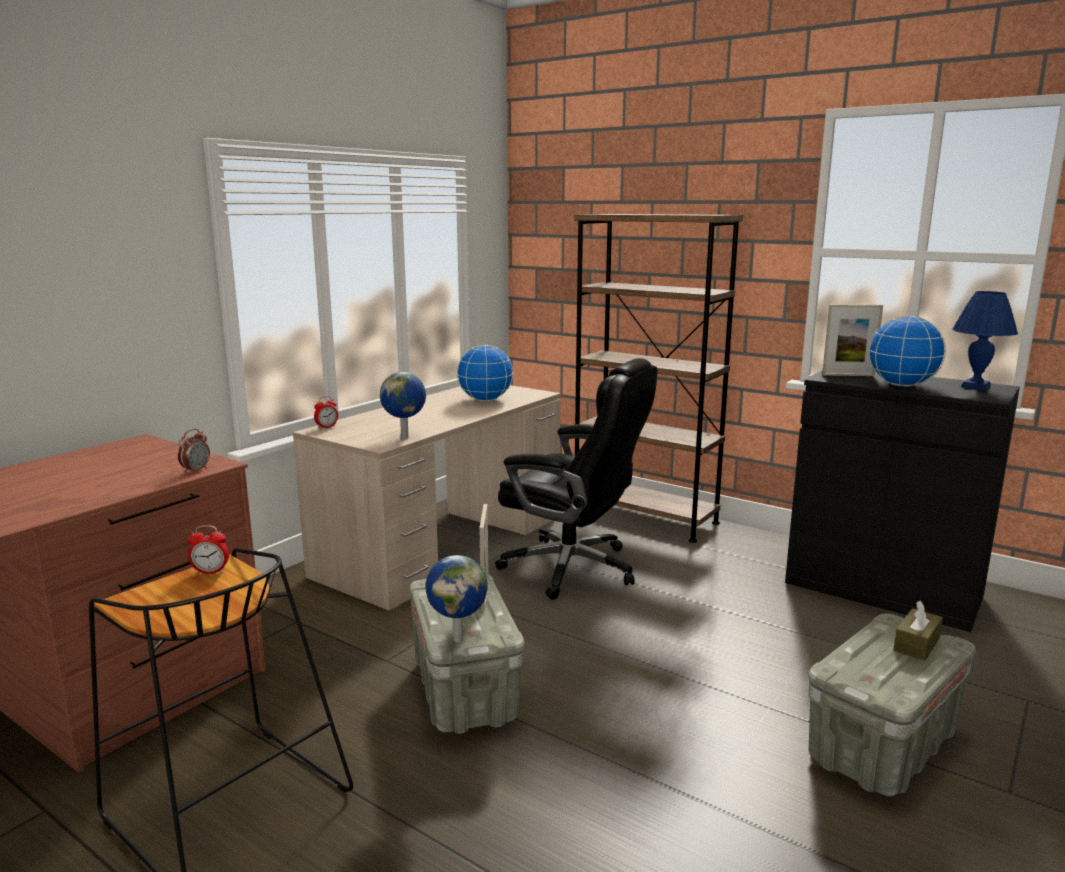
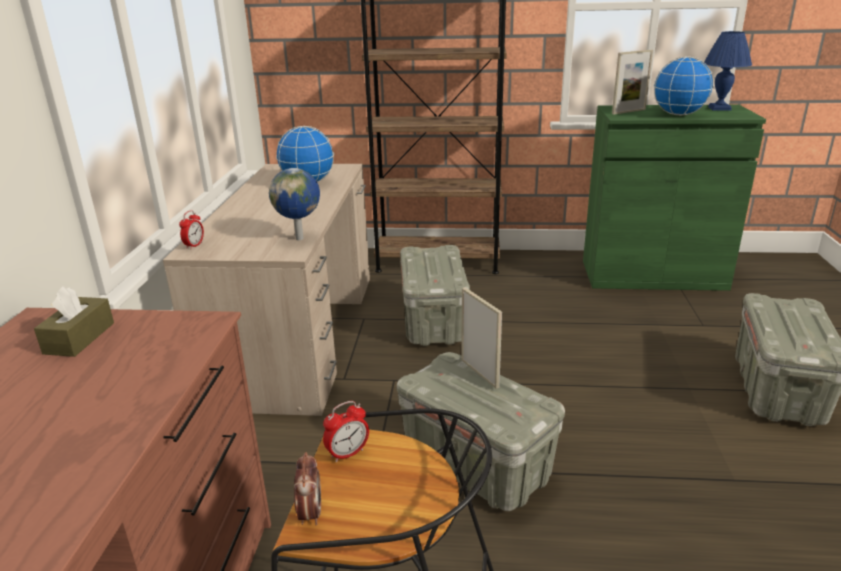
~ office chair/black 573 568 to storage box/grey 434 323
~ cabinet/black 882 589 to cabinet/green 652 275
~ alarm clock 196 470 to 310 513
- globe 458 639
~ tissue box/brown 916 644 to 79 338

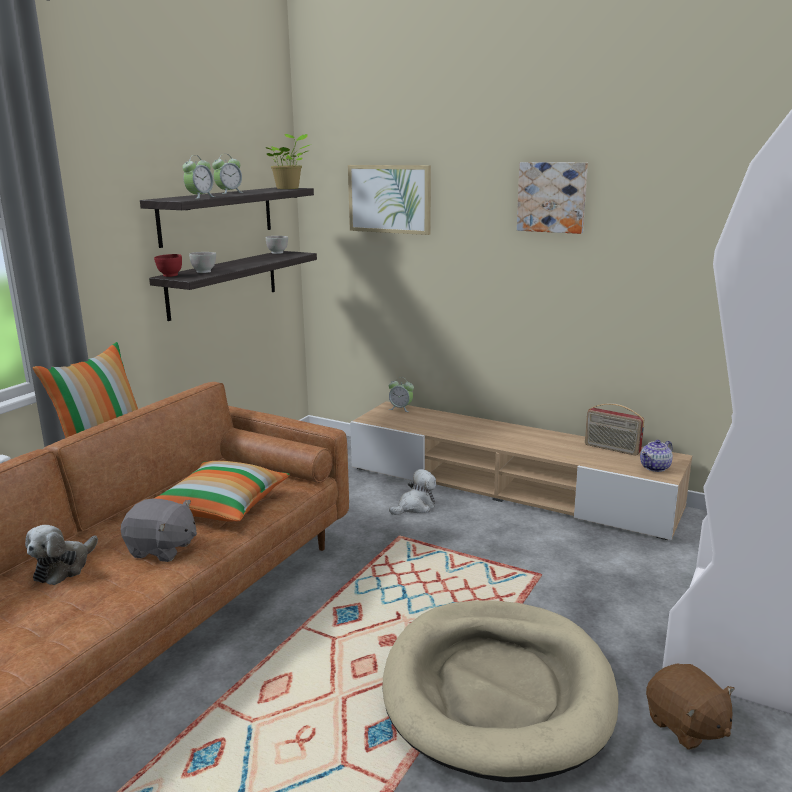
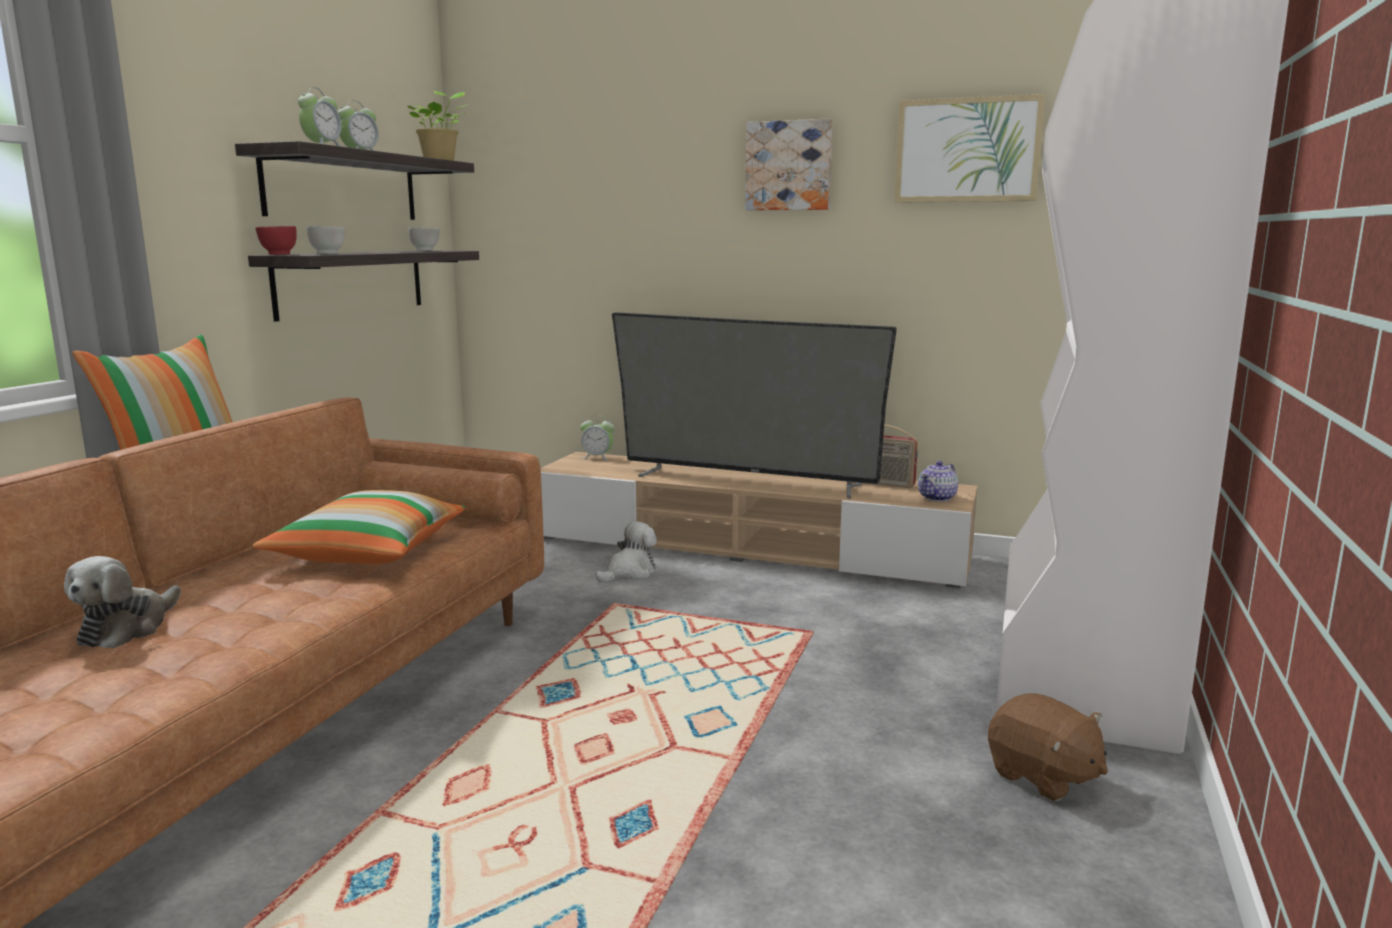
~ picture 390 199 to 967 150
- plush toy/grey 162 549
- dog bed/beige 497 690
+ television 747 480

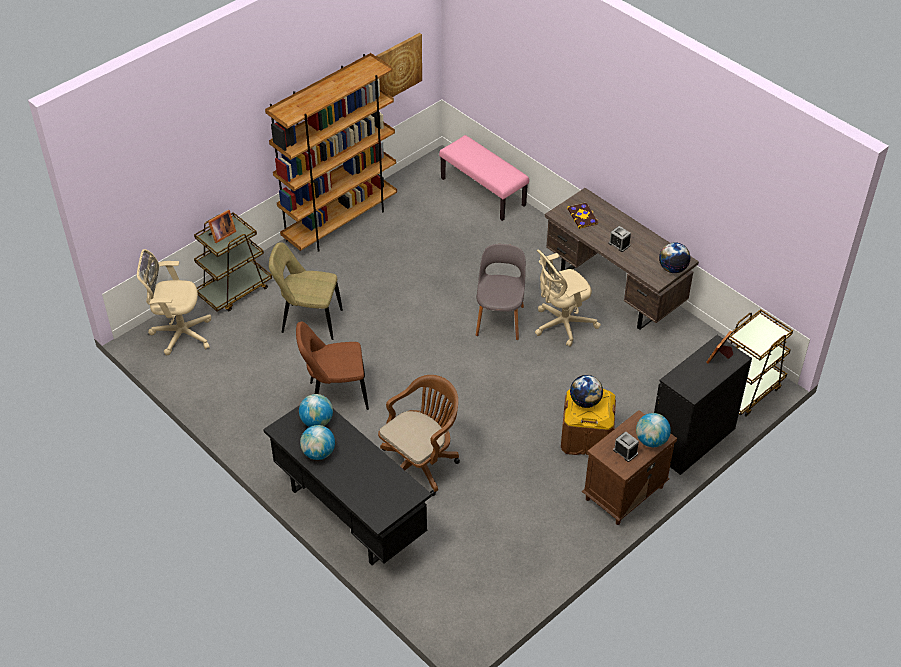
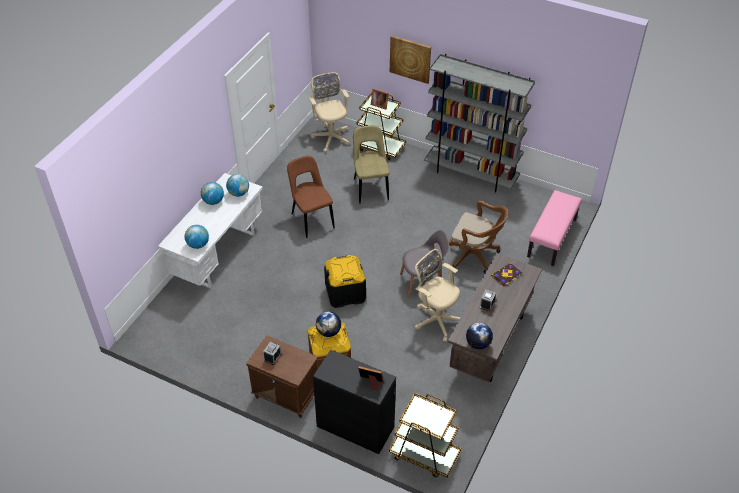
~ picture 398 67 to 410 59
~ bookcase/brown 340 222 to bookcase/grey 471 174
~ office chair/brown 421 463 to 474 256
~ desk/black 349 513 to desk/white 218 254
~ globe 651 441 to 198 245
+ storage box/black 345 293

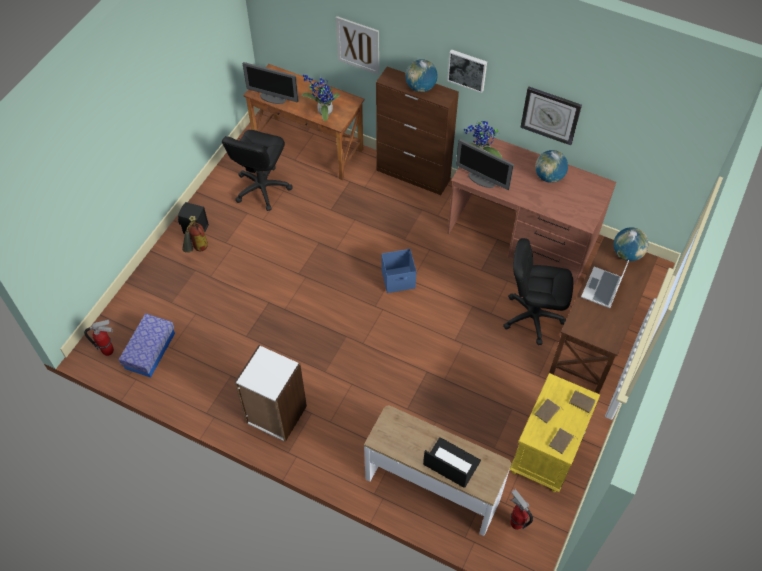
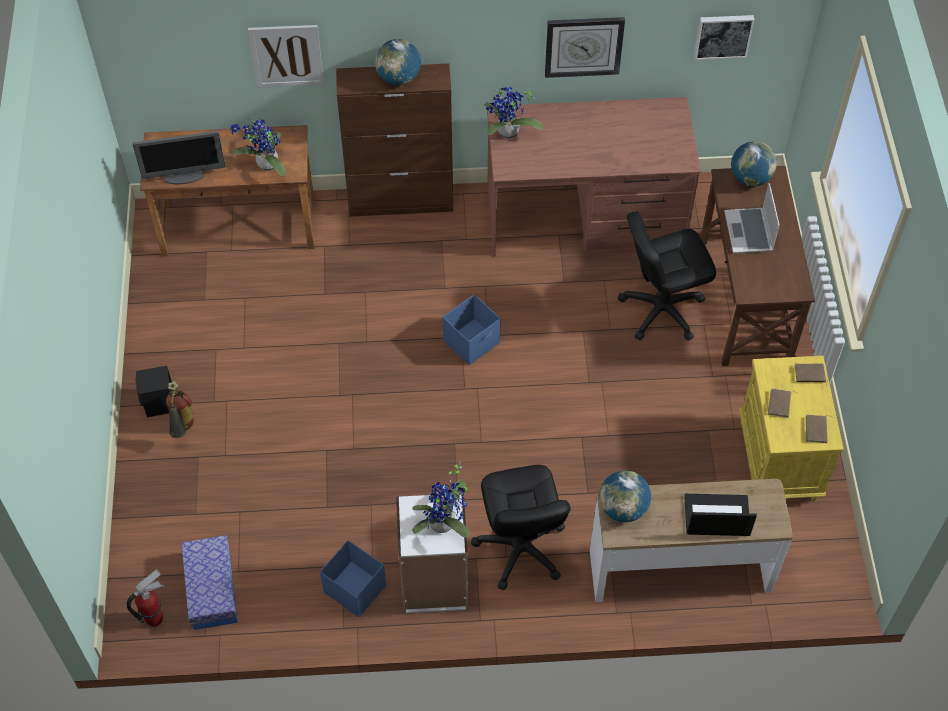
~ picture 467 69 to 723 35
~ office chair/black 262 188 to 520 548
- monitor 482 180
~ globe 549 177 to 623 508
- fire extinguisher 516 523
+ potted plant 445 524
+ storage box/blue 354 588

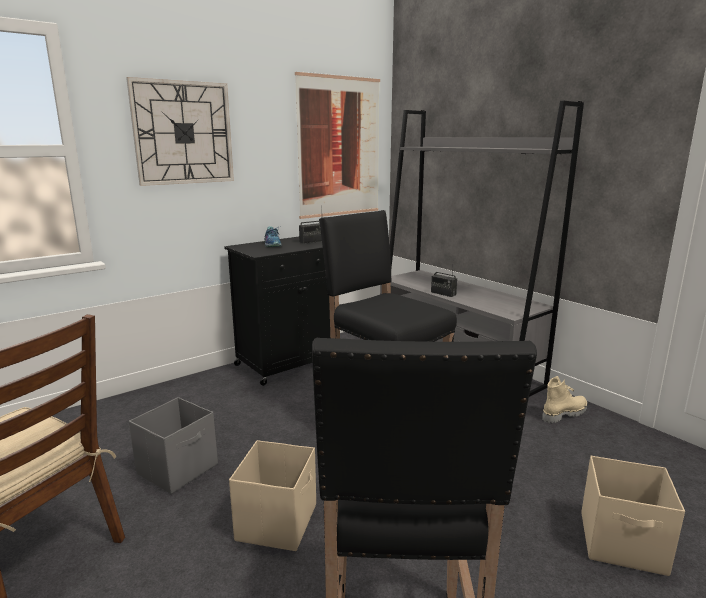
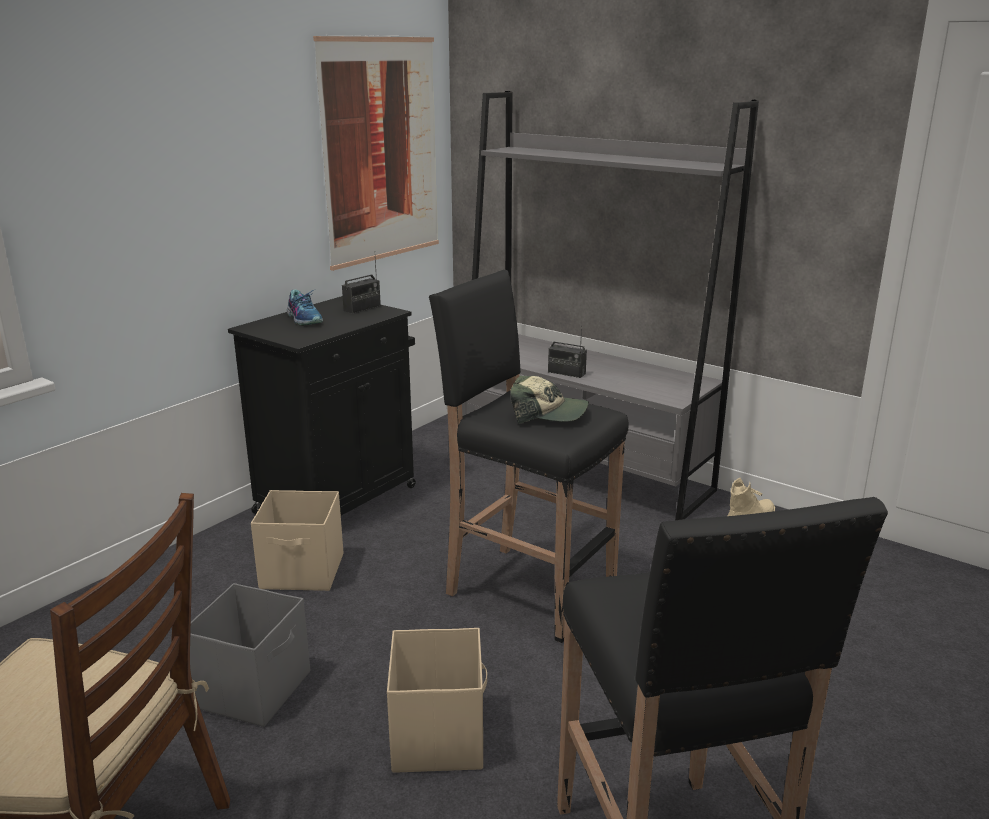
- wall clock 183 133
~ storage box/beige 623 544 to 303 572
+ cap 548 413

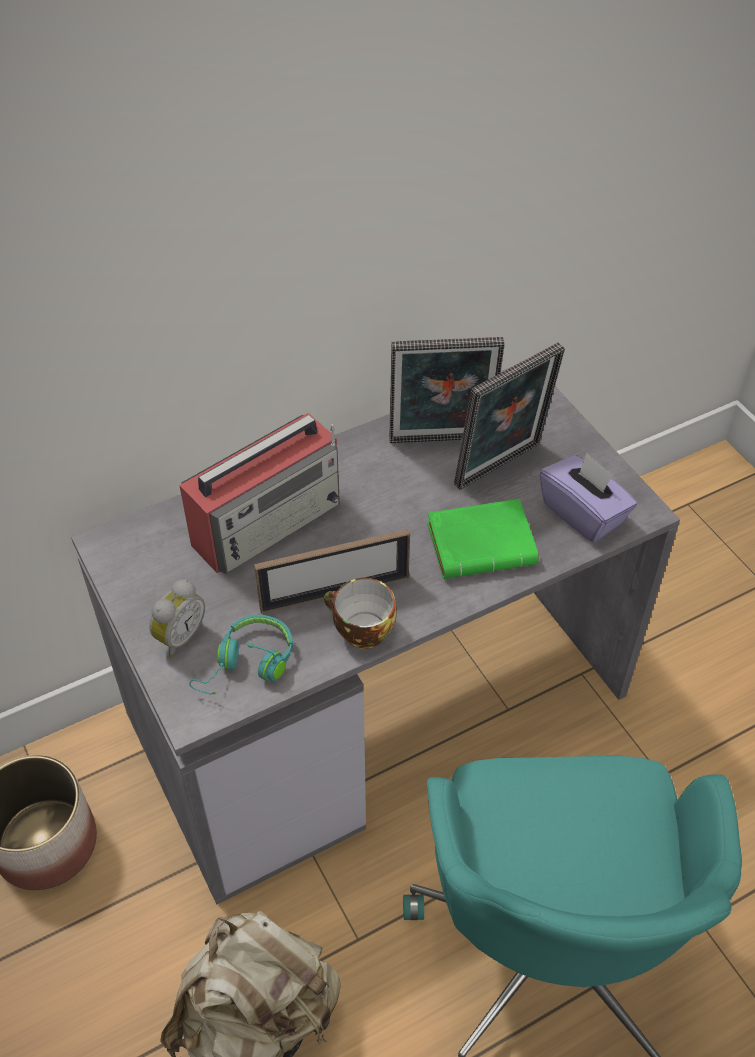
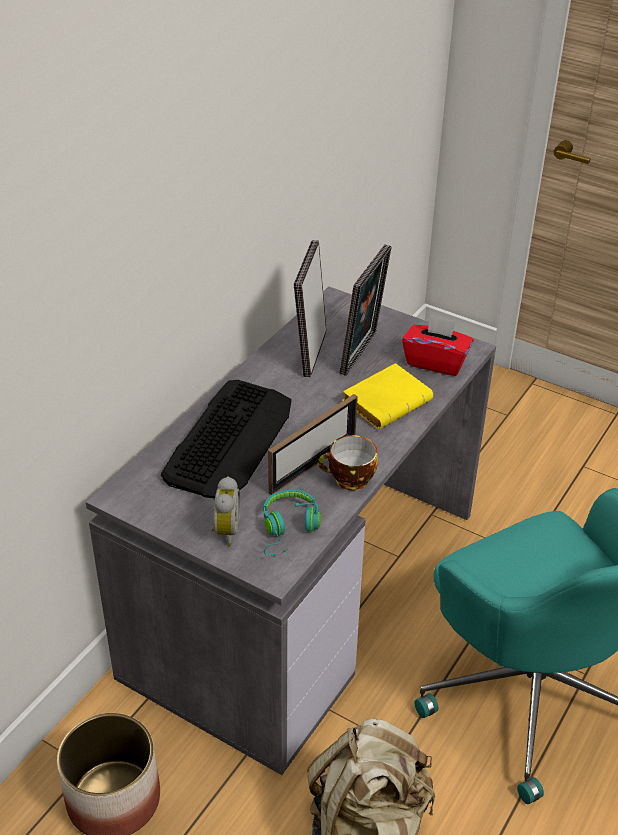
~ picture frame 441 442 = 310 352 135 degrees clockwise
~ radio 269 522 to keyboard 230 439
~ tissue box/purple 583 513 to tissue box/red 435 362
~ book/green 483 543 to book/yellow 387 401

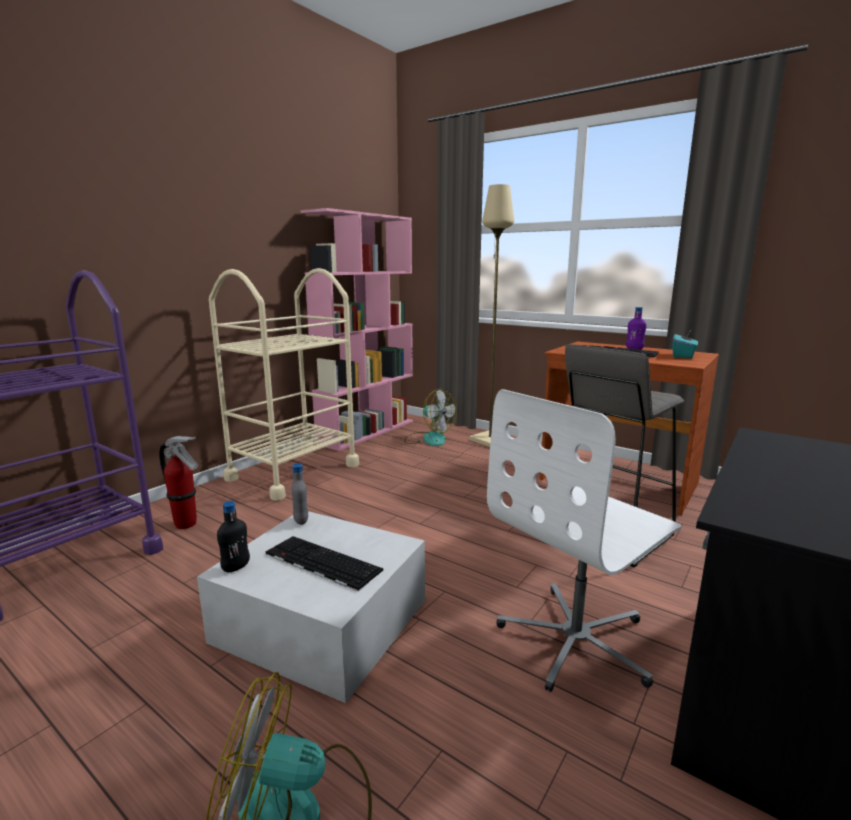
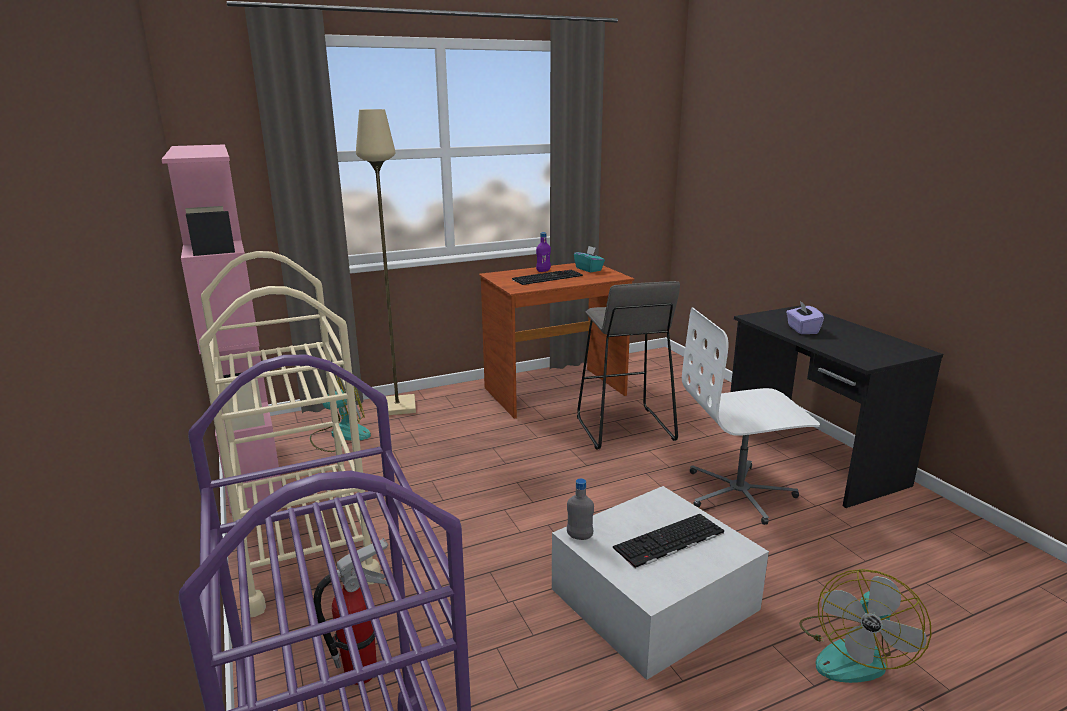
~ office chair/white 577 640 = 739 493 90 degrees clockwise
- bottle/black 236 567
+ tissue box/purple 802 329

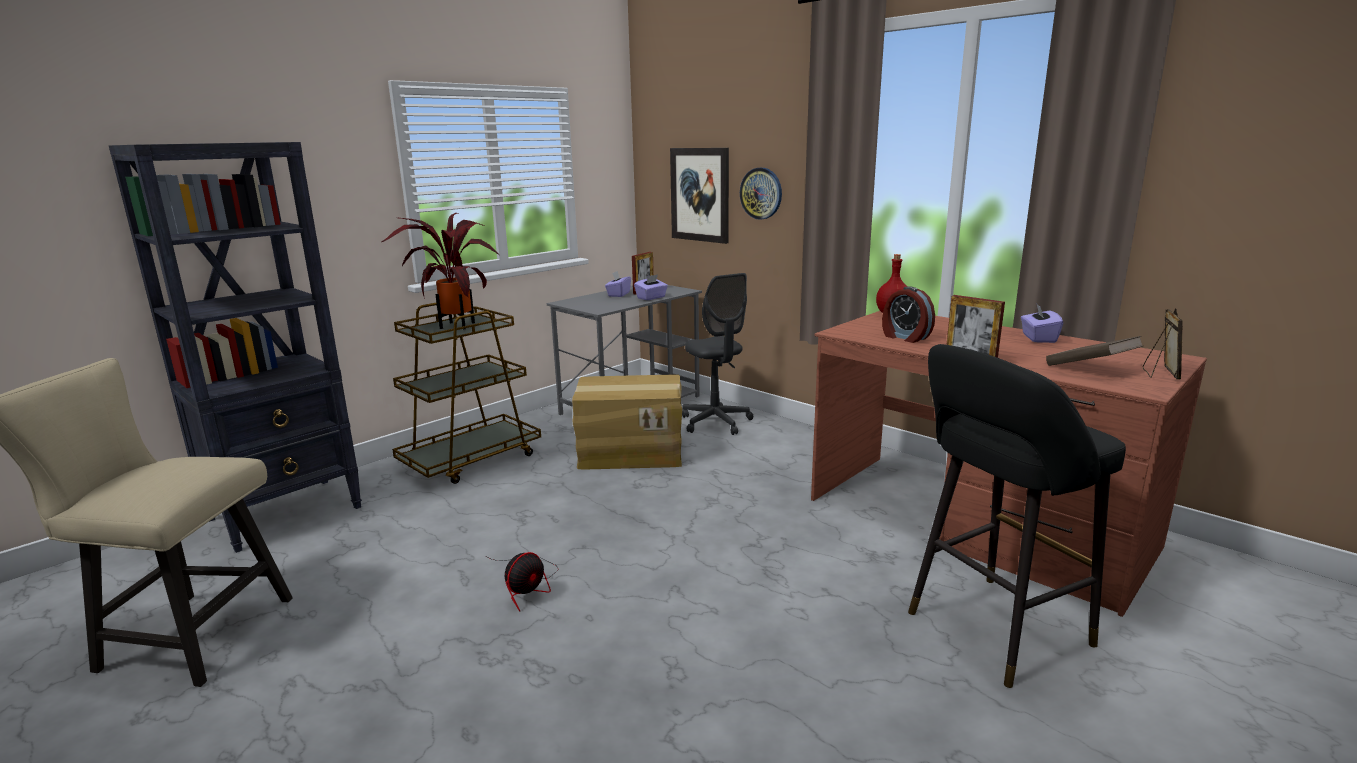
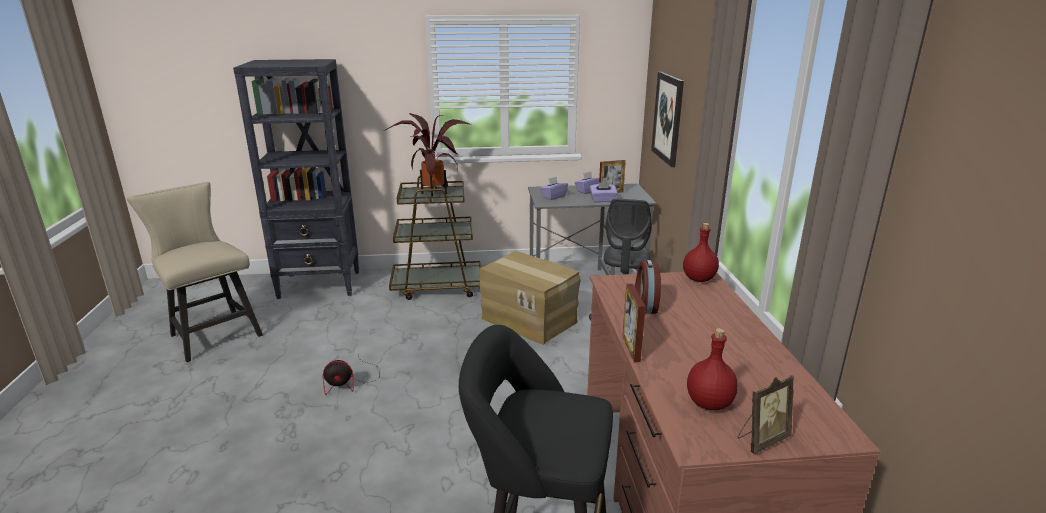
- wall clock 761 193
~ tissue box/purple 1038 338 to 553 197
~ book/brown 1090 369 to bottle/red 709 403

